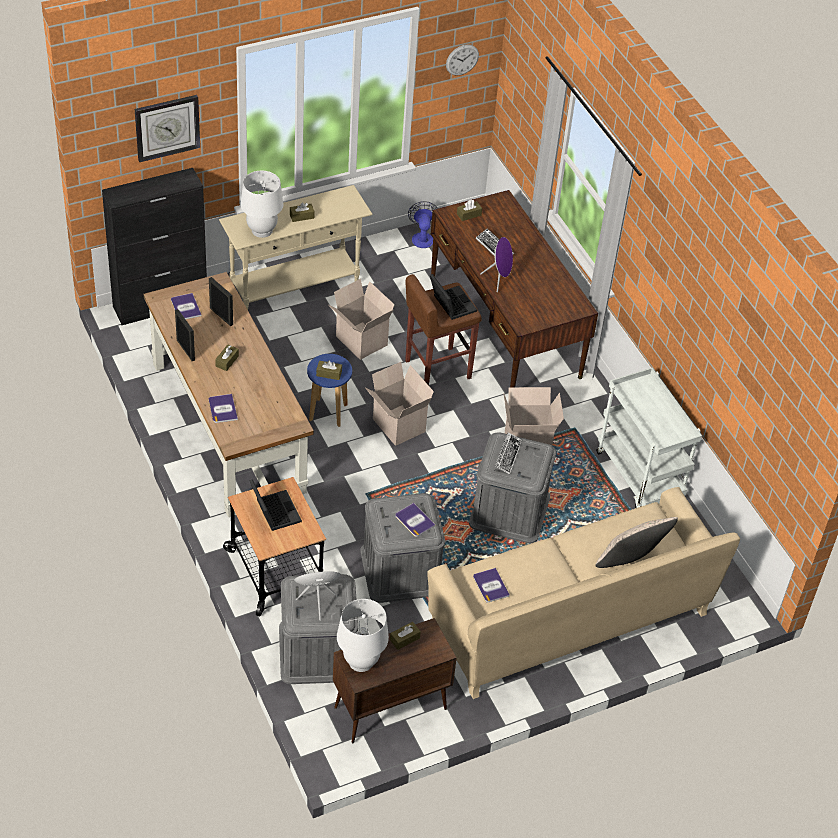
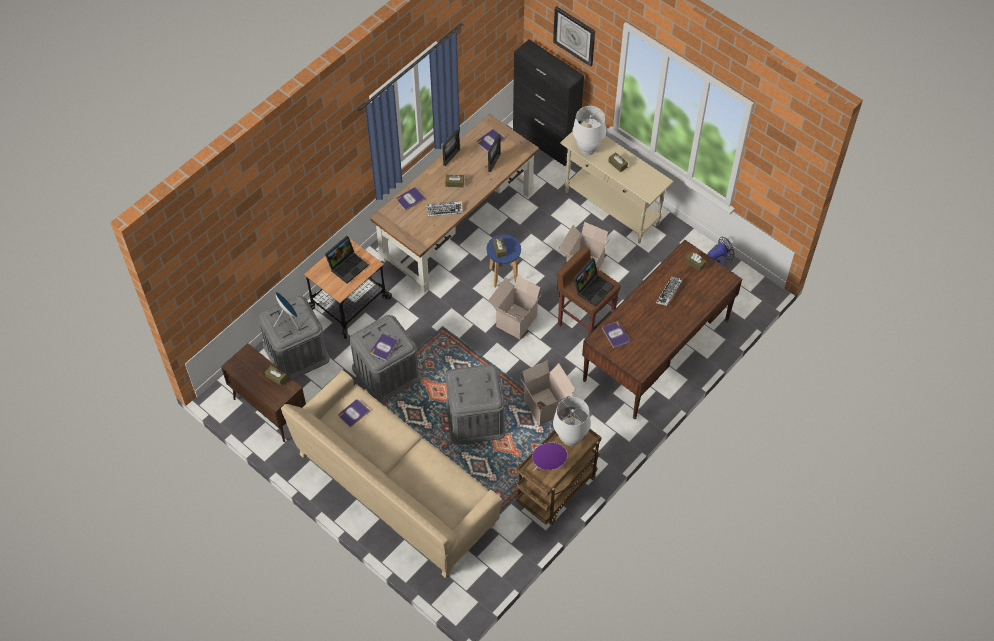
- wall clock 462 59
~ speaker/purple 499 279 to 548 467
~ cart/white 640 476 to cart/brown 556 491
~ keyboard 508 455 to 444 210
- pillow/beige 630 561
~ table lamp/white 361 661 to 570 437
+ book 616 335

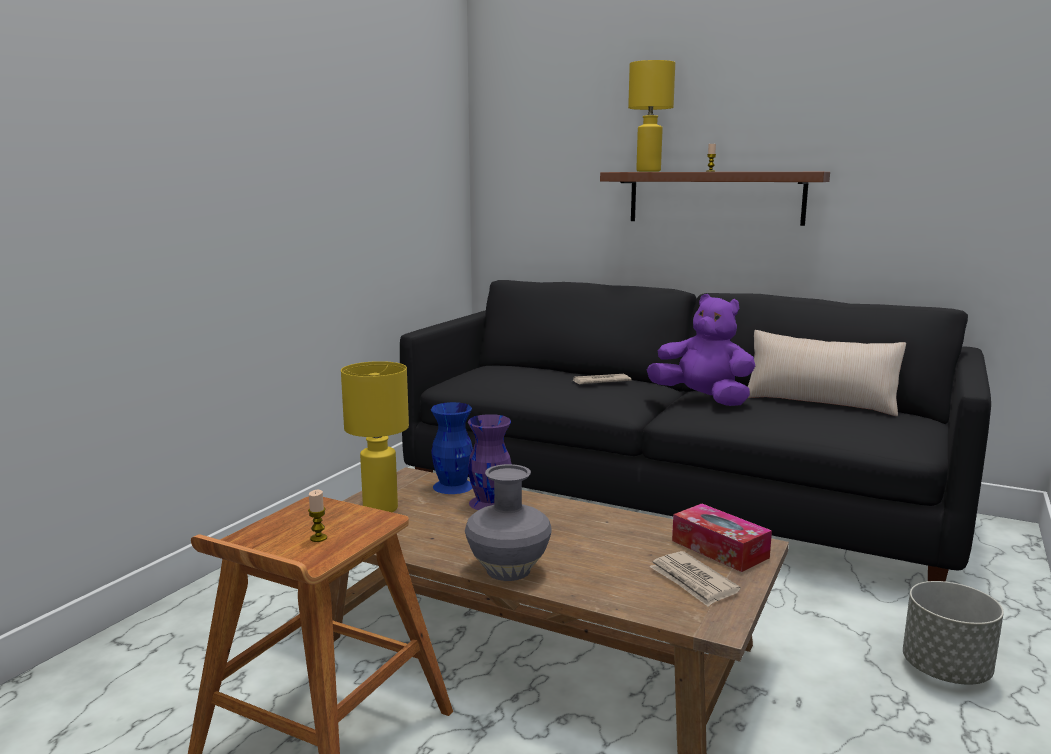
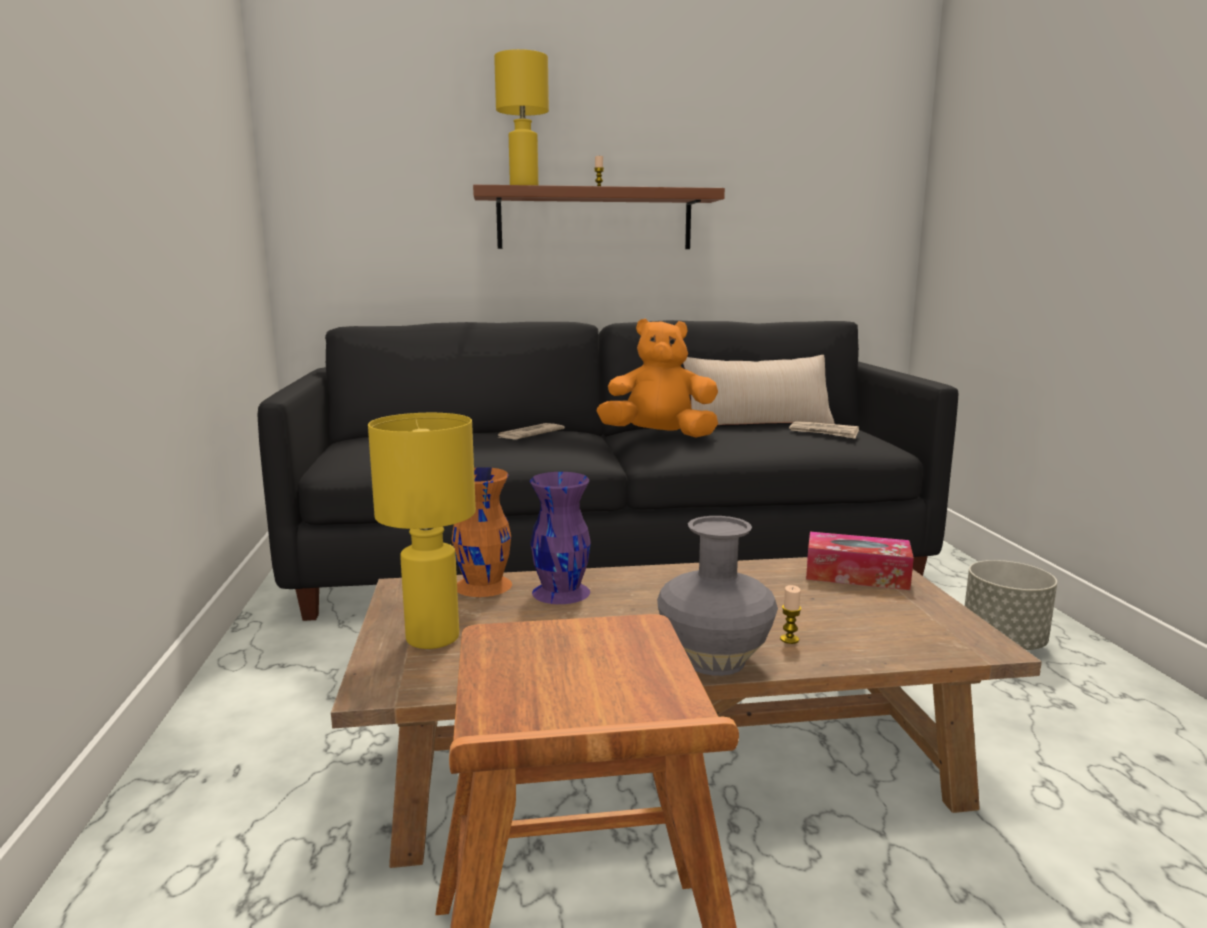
~ plush toy/purple 703 399 to plush toy/orange 659 436
~ vase/blue 453 486 to vase/orange 484 585
~ candle 318 538 to 789 639
~ newspaper 693 582 to 824 433

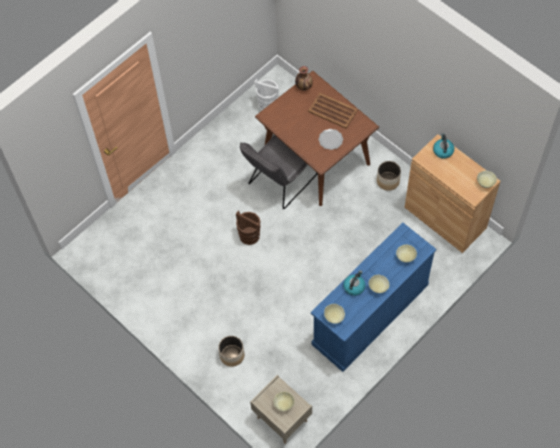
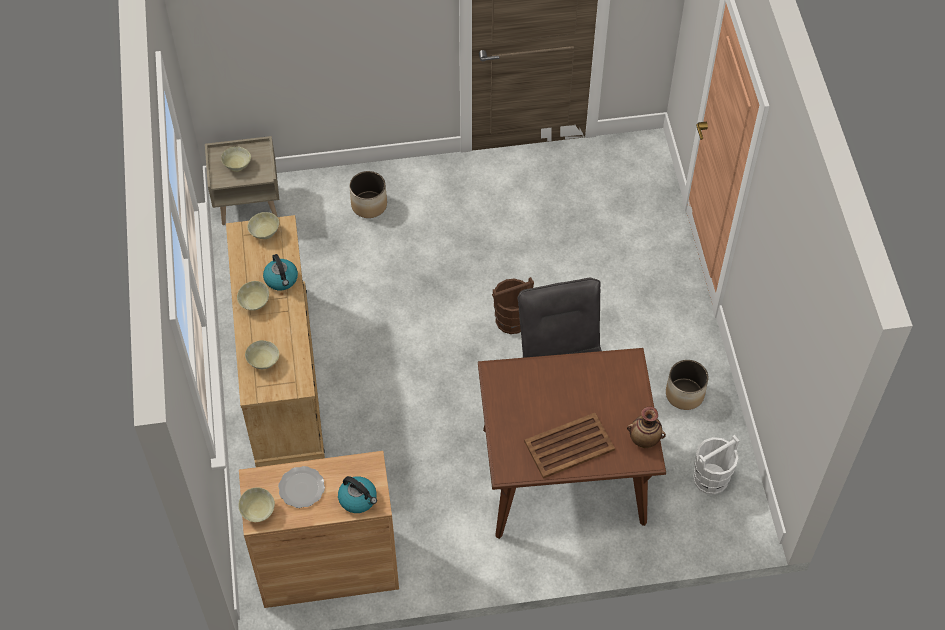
~ plate 330 140 to 301 487
~ planter 387 181 to 684 394
~ dresser/blue 370 315 to dresser/beige 281 374

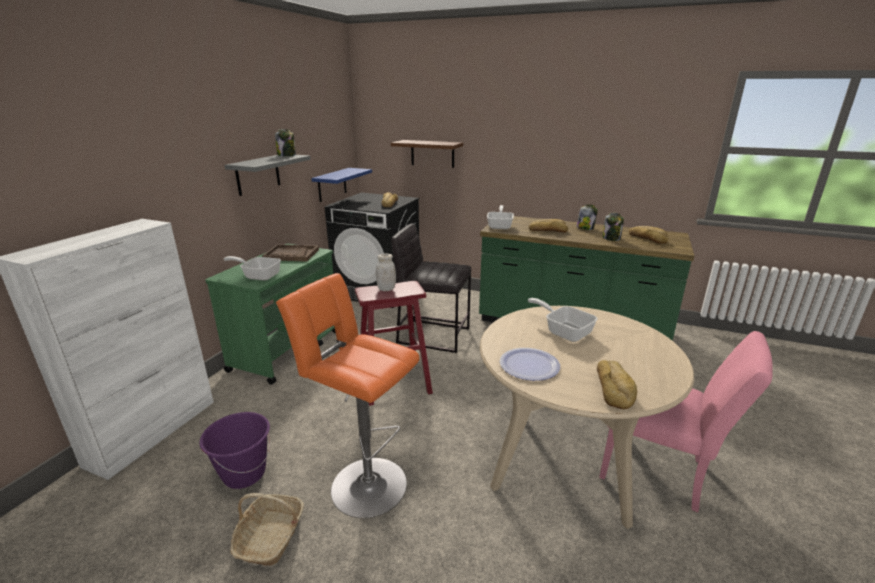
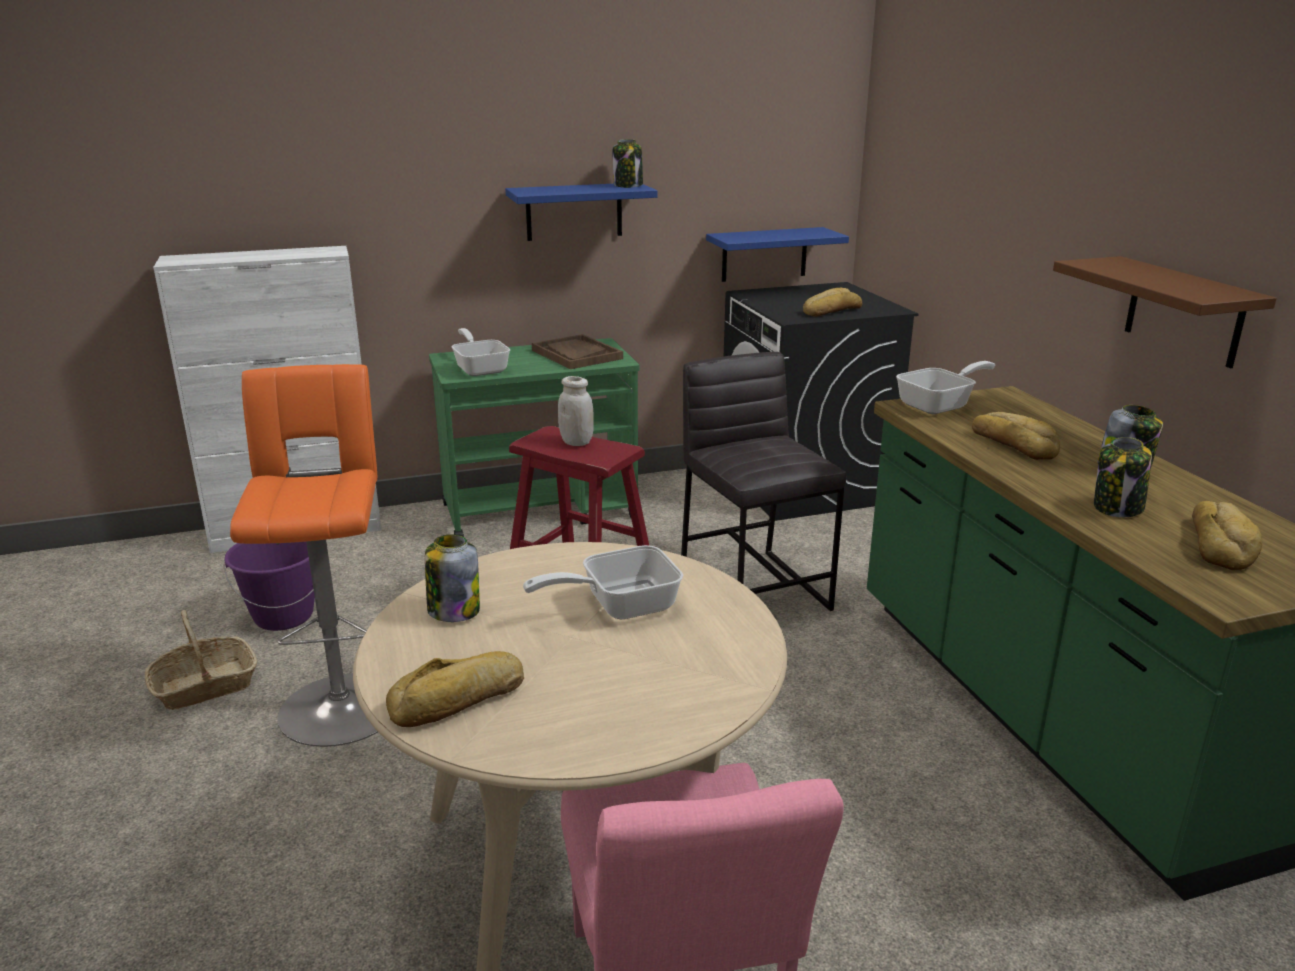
~ shelf/brown 432 153 to 1184 312
~ shelf/grey 258 174 to shelf/blue 574 211
~ frying pan 564 331 = 619 605 120 degrees counterclockwise
~ plate 529 365 to jar 453 610

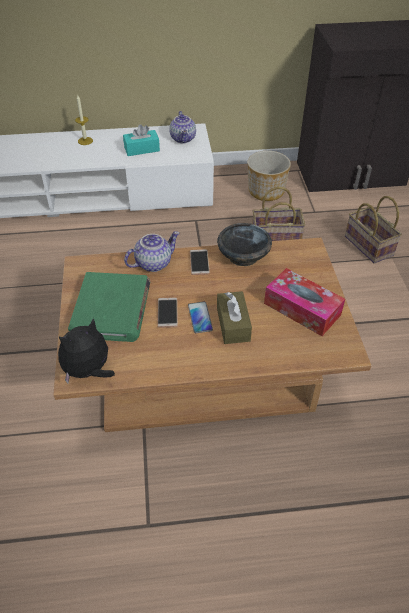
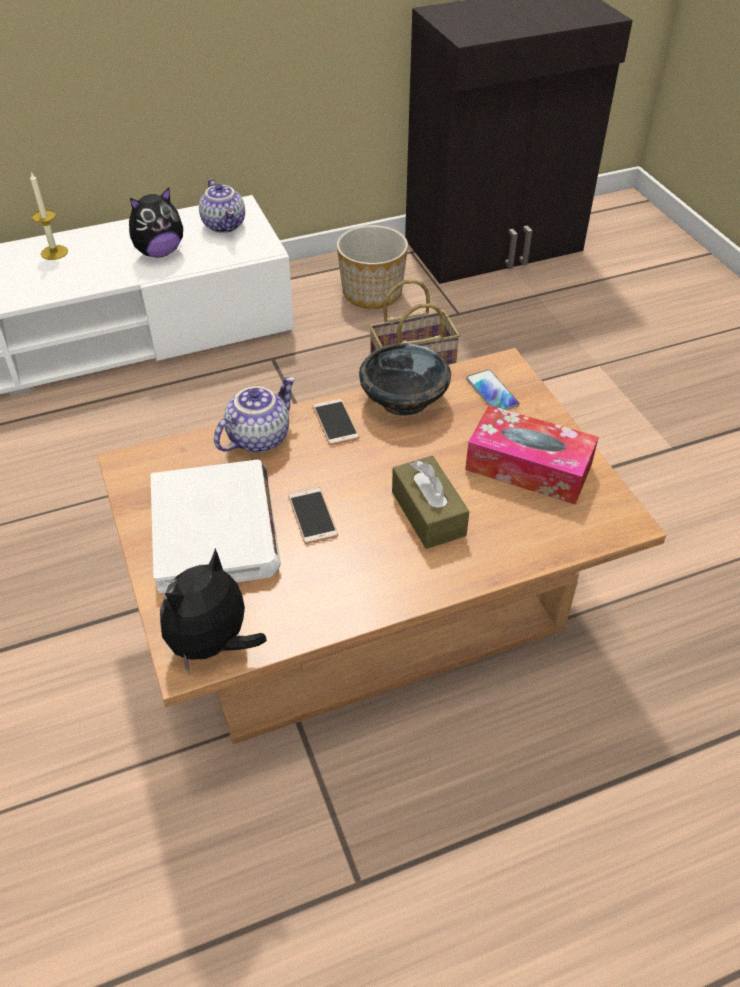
~ tissue box/turquoise 142 149 to plush toy 159 252
- basket 367 245
~ book/green 112 310 to book/white 215 530
~ phone 200 317 to 492 392

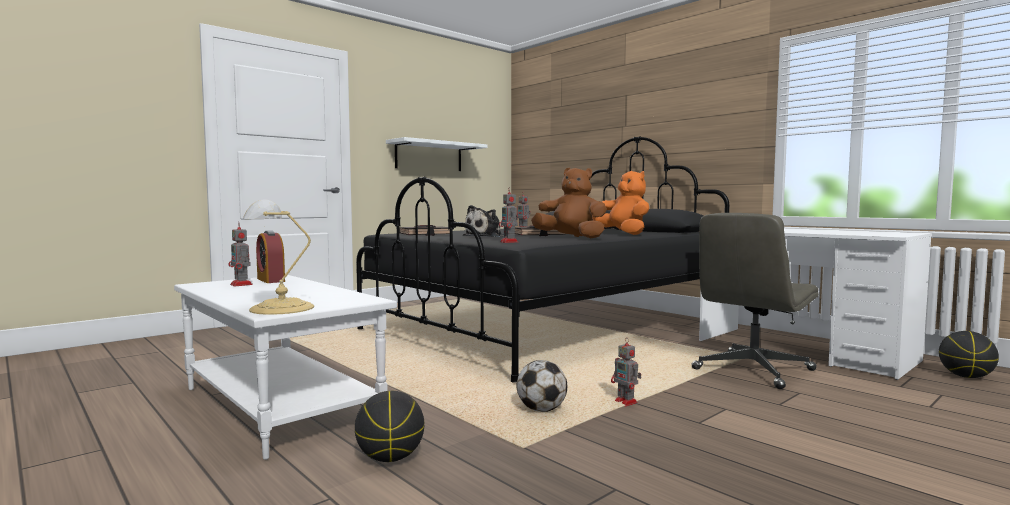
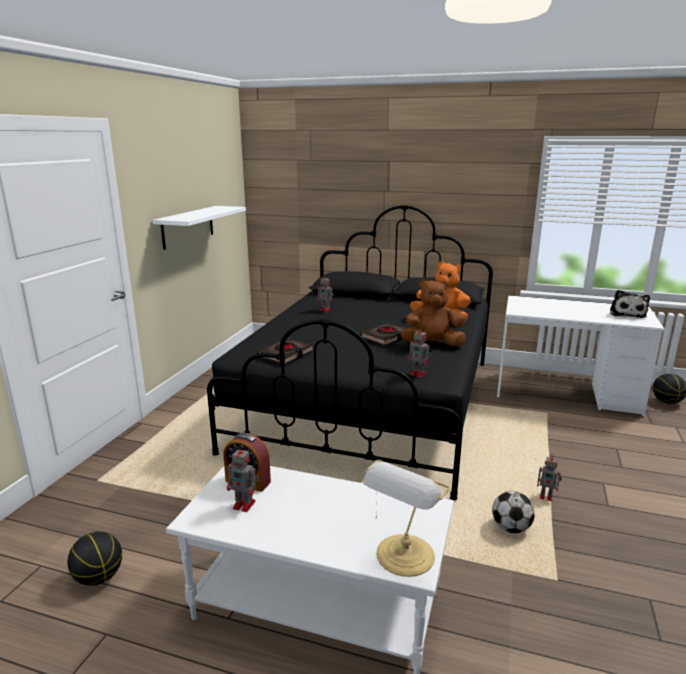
~ plush toy 486 236 to 627 314
- office chair/grey 753 370
~ basketball 390 458 to 98 577

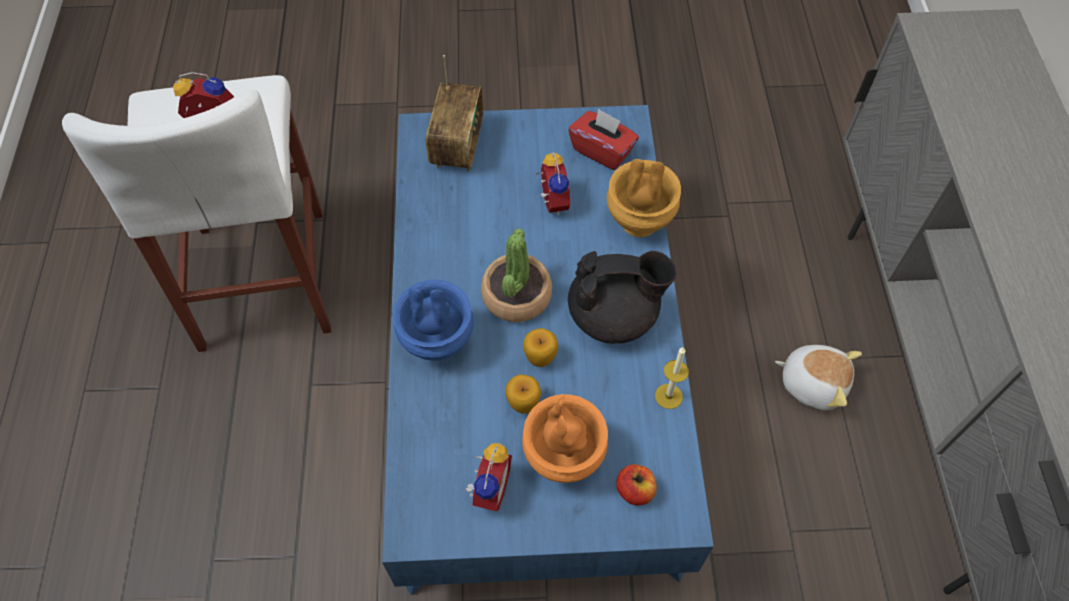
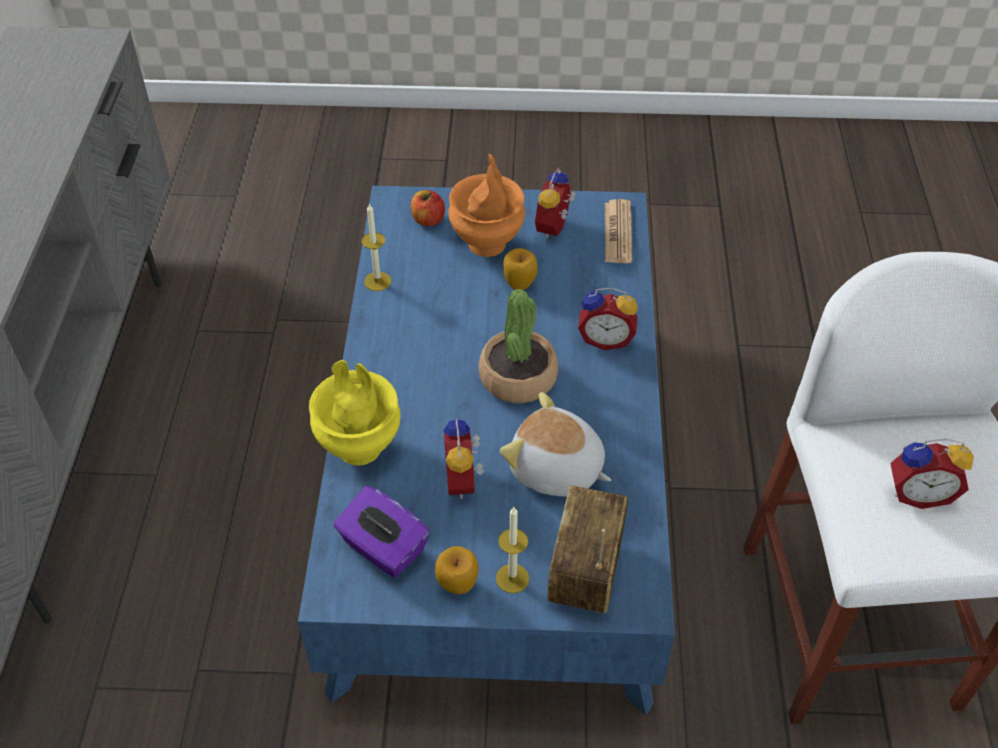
~ tissue box/red 602 150 to tissue box/purple 383 548
~ vase/brown 638 223 to vase/yellow 361 447
- teapot/black 614 315
~ vase/blue 436 343 to alarm clock 606 338
~ apple 540 358 to 457 585
~ plush toy 812 382 to 556 470
+ newspaper 618 232
+ candle 512 578

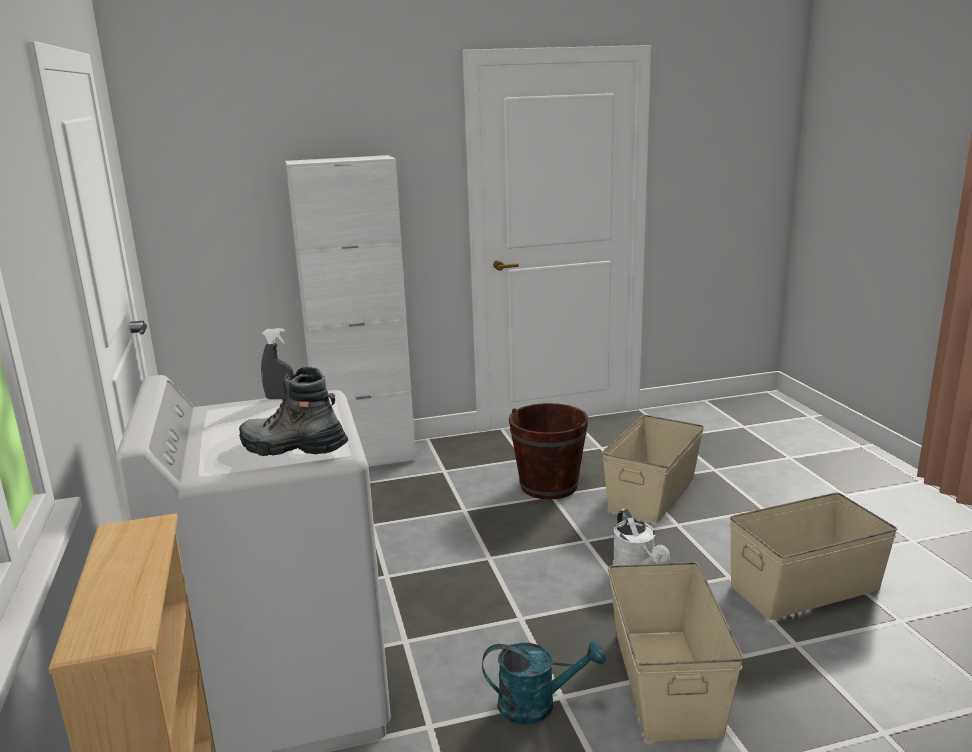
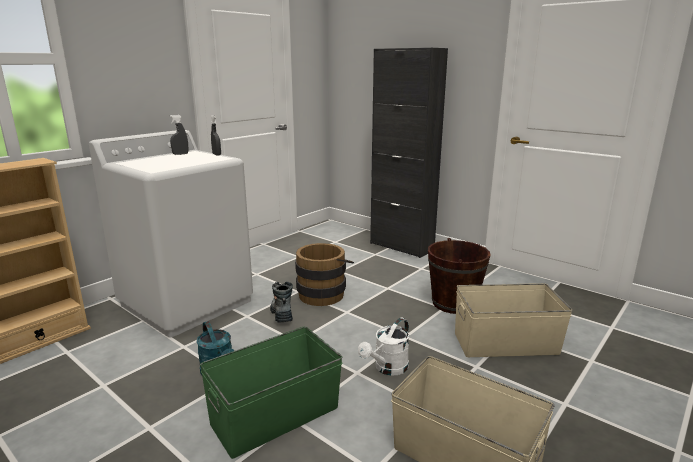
~ cabinet/white 366 459 to cabinet/black 401 246
~ boot 293 449 to 282 313
~ storage box/beige 667 681 to storage box/green 276 415
+ spray bottle/grey 180 154
+ bucket/brown 324 293

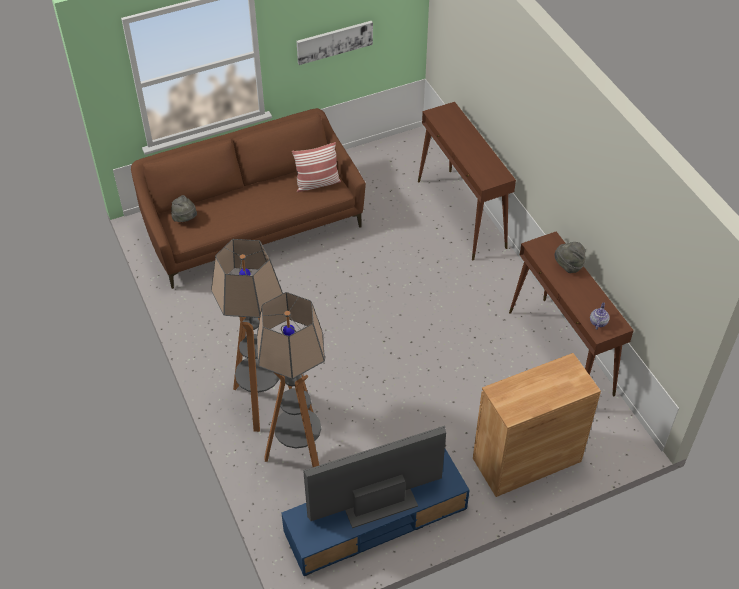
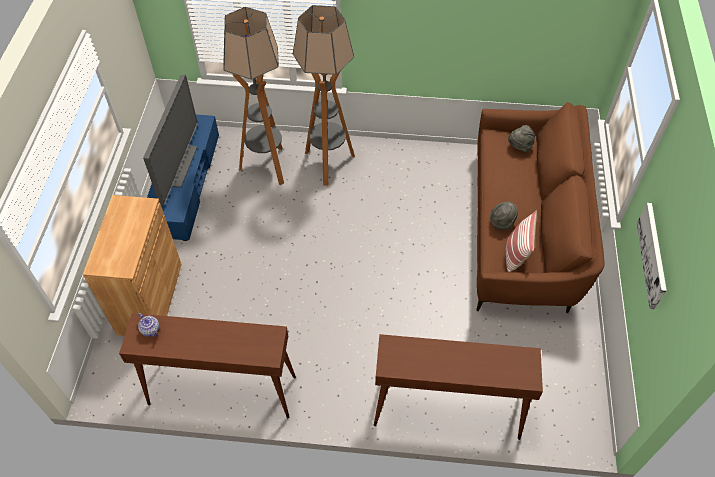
~ hat/grey 568 266 to 502 222

